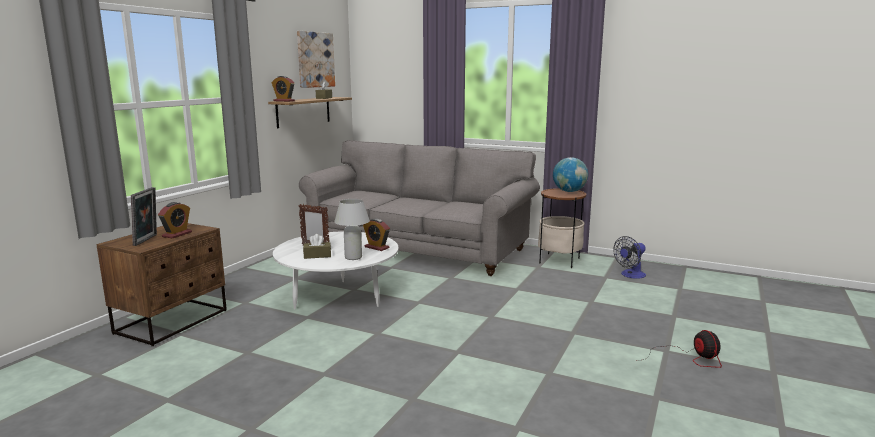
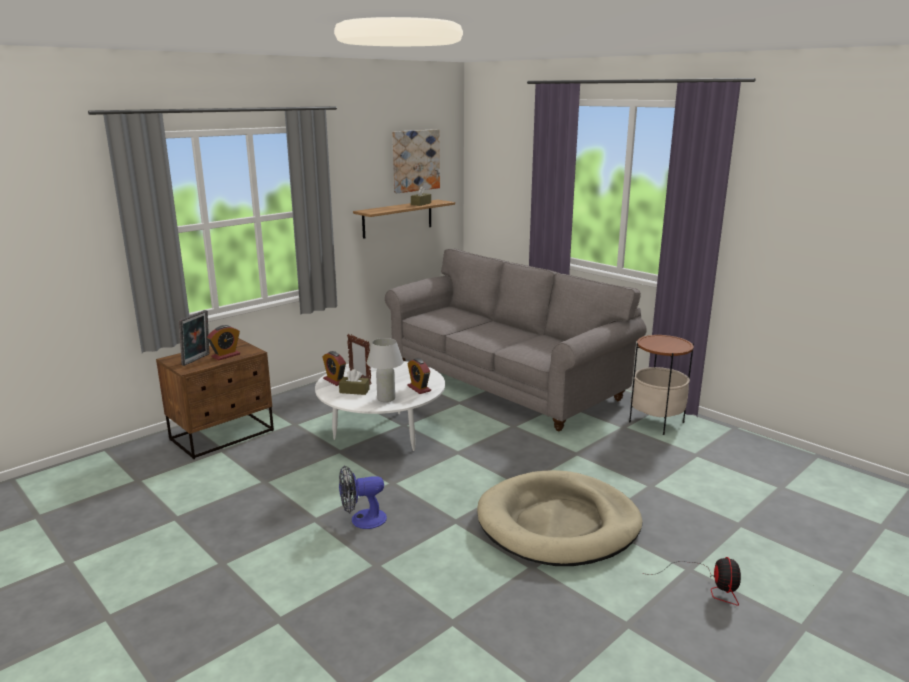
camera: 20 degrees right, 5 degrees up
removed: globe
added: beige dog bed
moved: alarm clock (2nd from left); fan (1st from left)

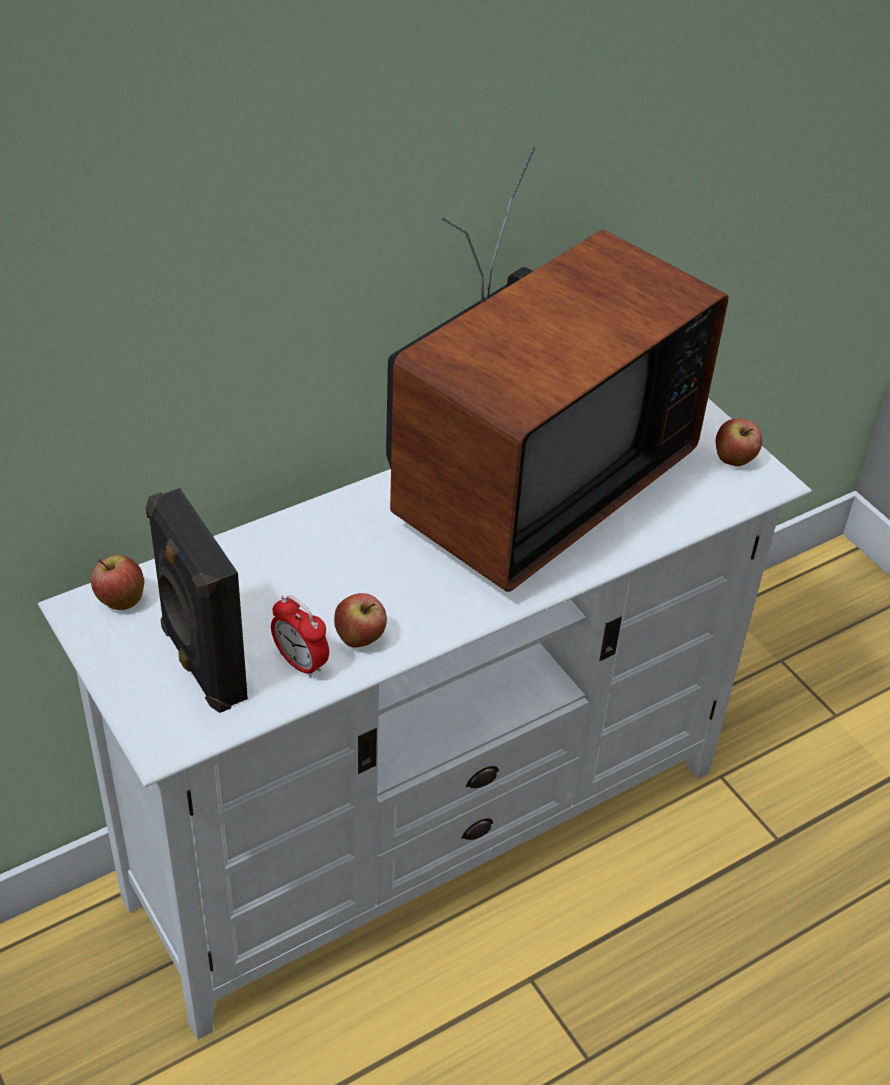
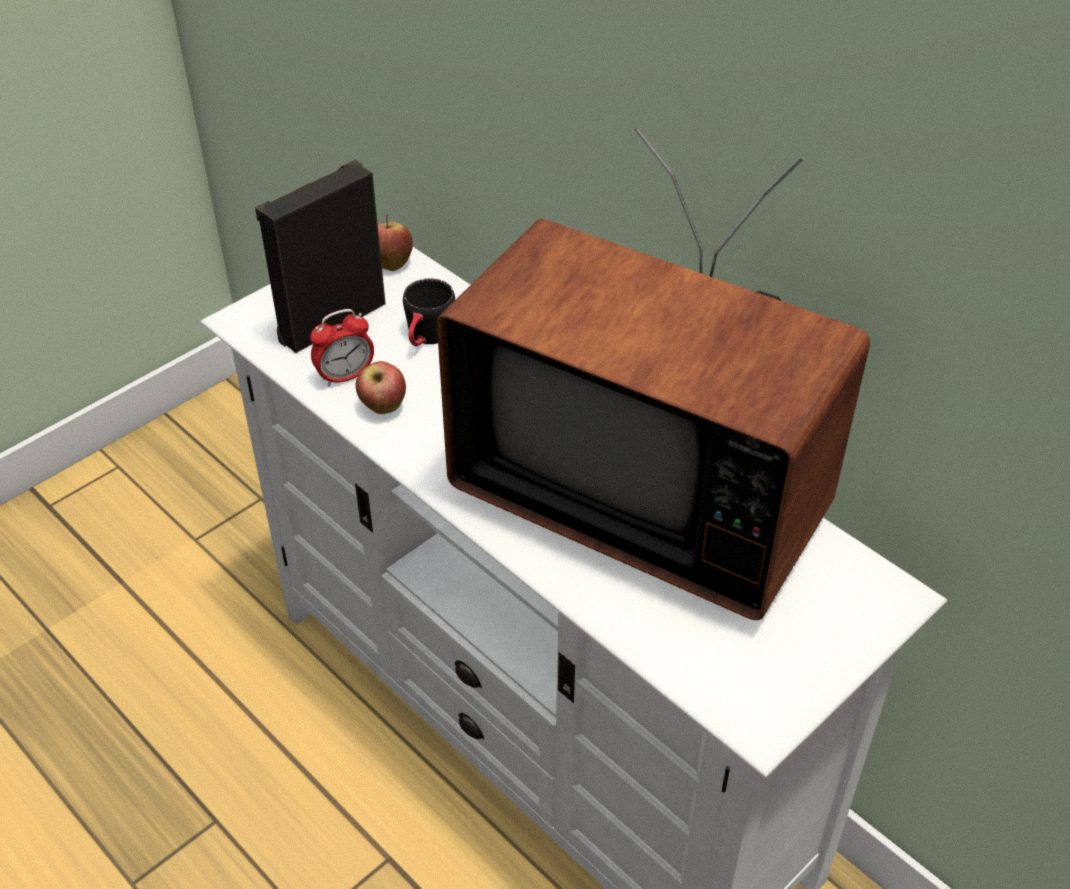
camera: 80 degrees right, 0 degrees up
removed: apple (3rd from left)
added: black mug
turned: alarm clock 150 degrees counterclockwise

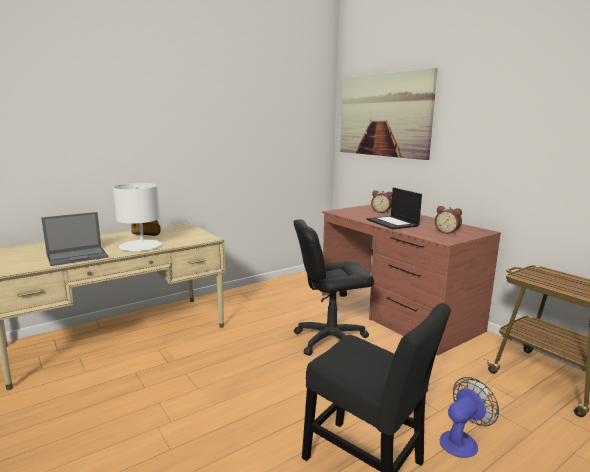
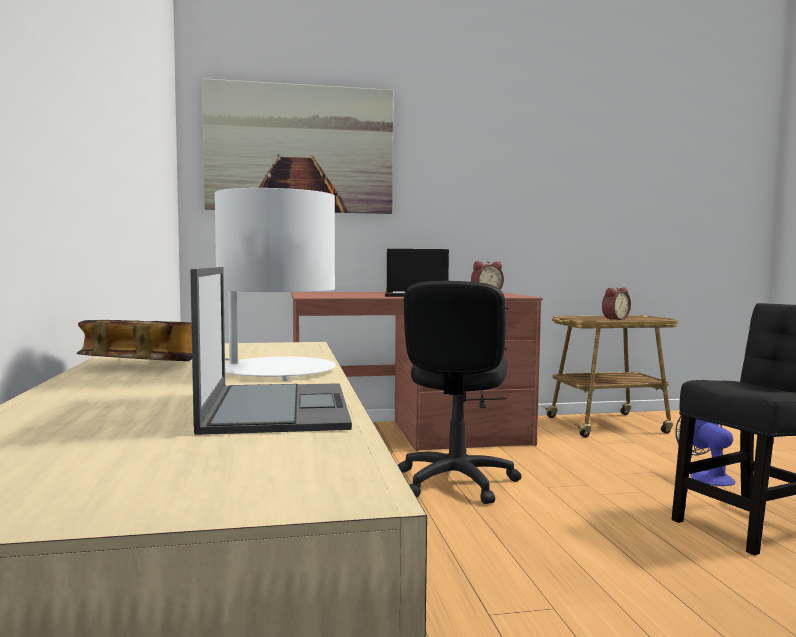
camera: 65 degrees left, 10 degrees down
moved: alarm clock (1st from left in the first image) to alarm clock (2nd from left)

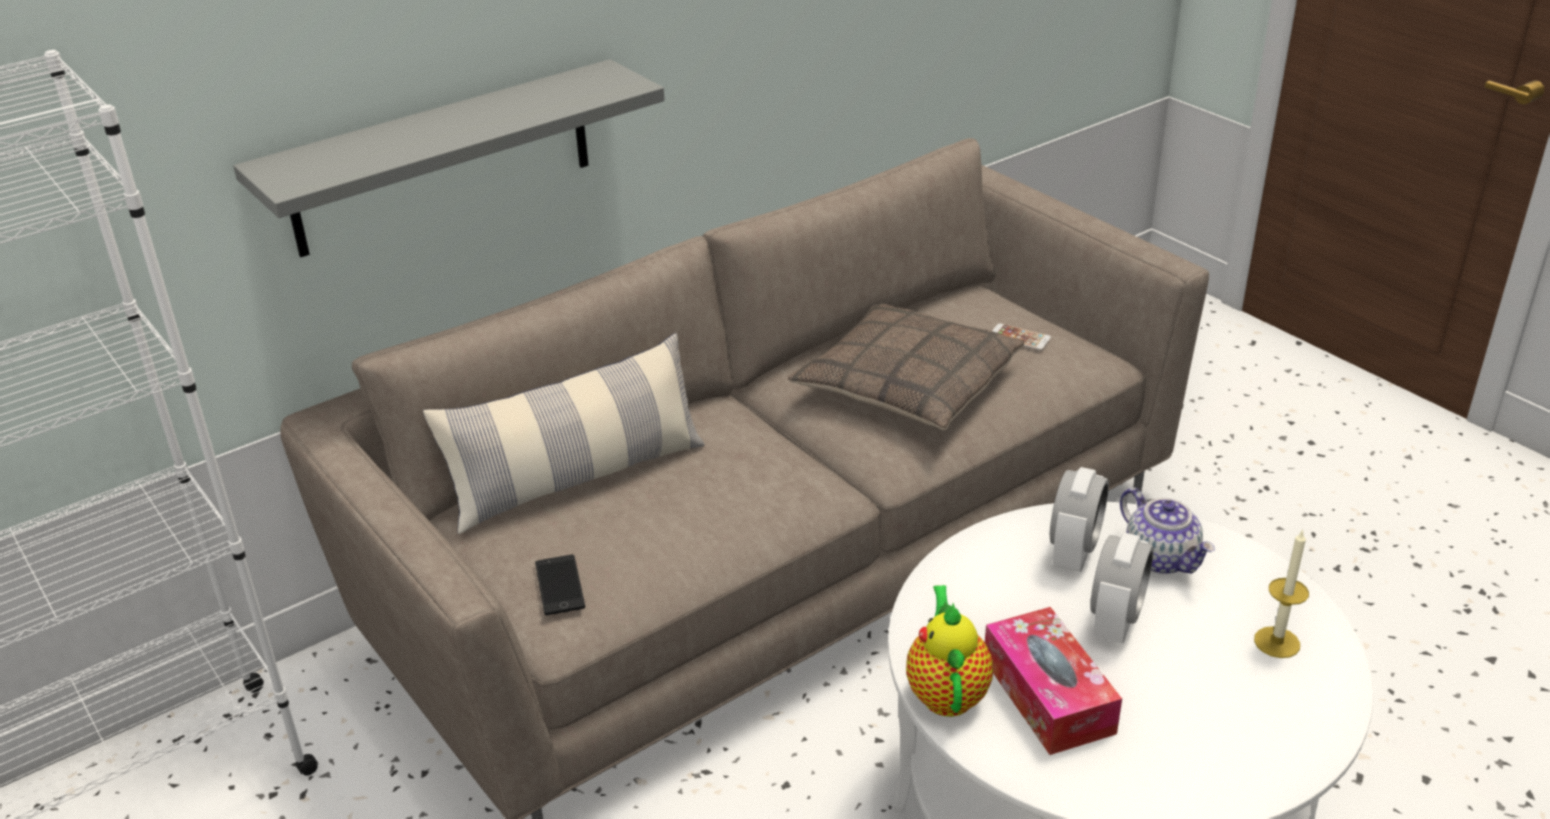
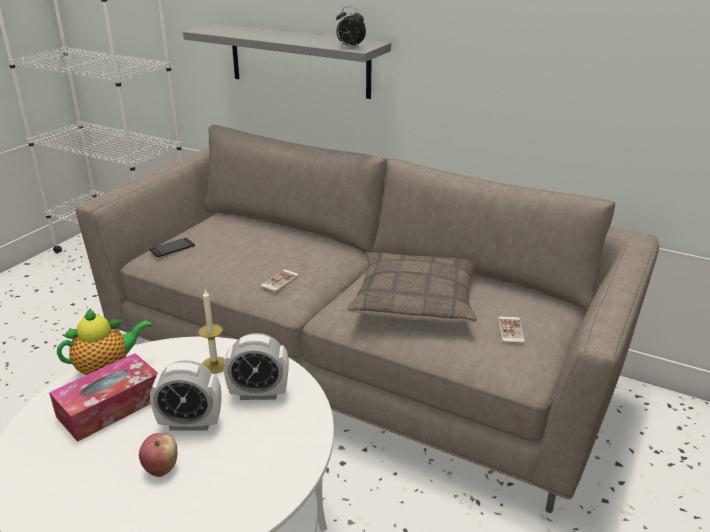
camera: 65 degrees right, 5 degrees down
removed: pillow (1st from left); teapot (2nd from left)
added: apple; phone (2nd from left); alarm clock (3rd from left)
moved: candle

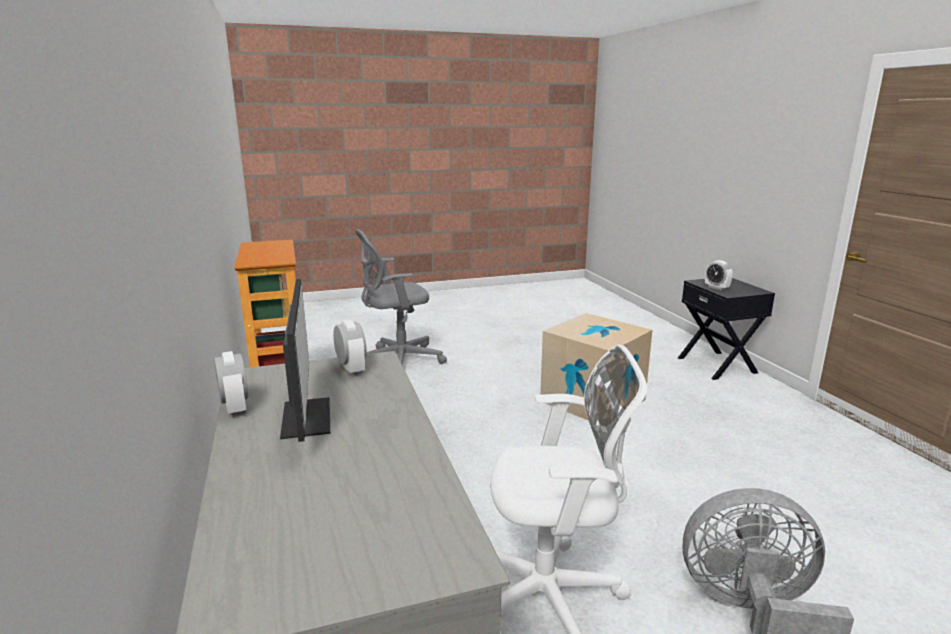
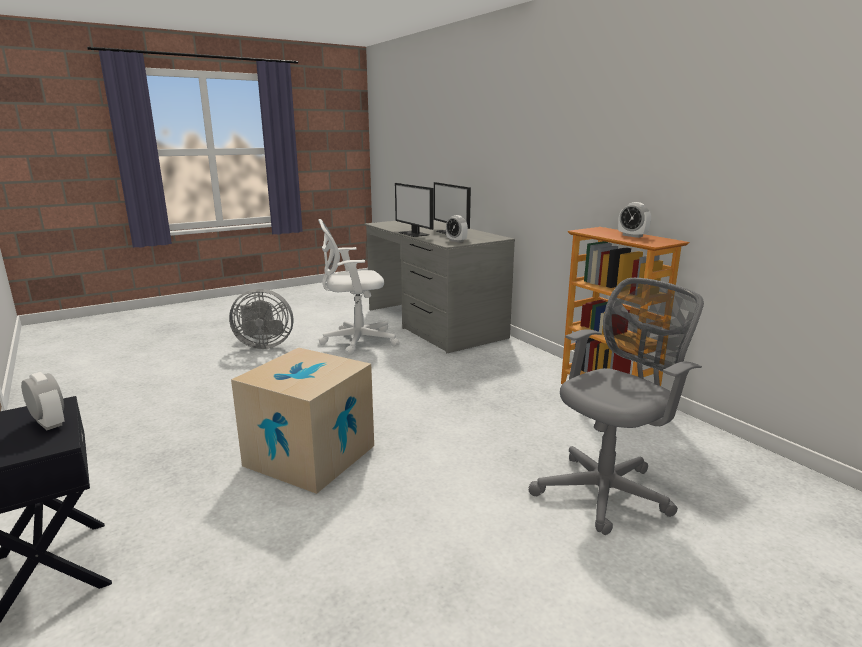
camera: 165 degrees right, 0 degrees up
added: monitor (1st from left)
moved: alarm clock (1st from left in the first image) to alarm clock (3rd from left)

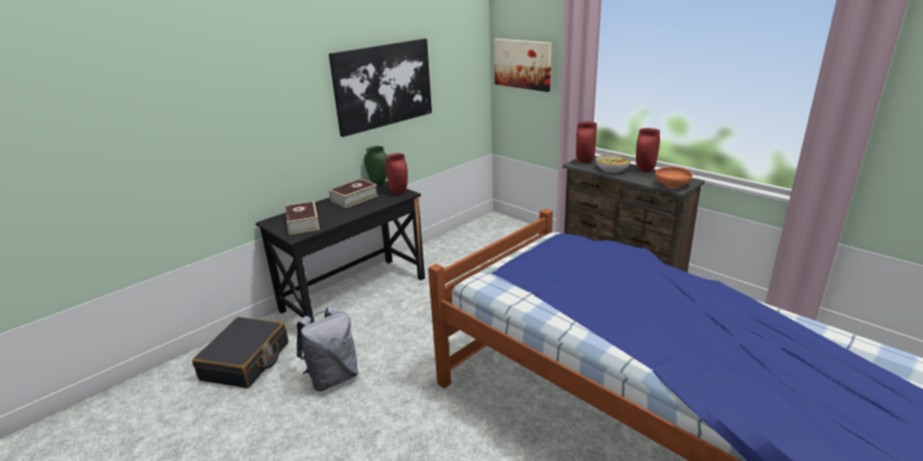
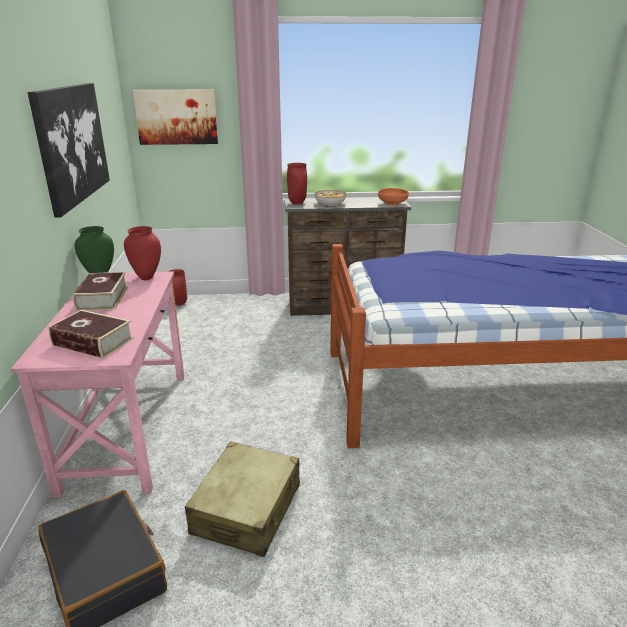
camera: 50 degrees left, 0 degrees up
moved: red vase (3rd from left in the first image) to red vase (2nd from left)
replaced: grey backpack to beige suitcase
recoloured: black desk to pink desk

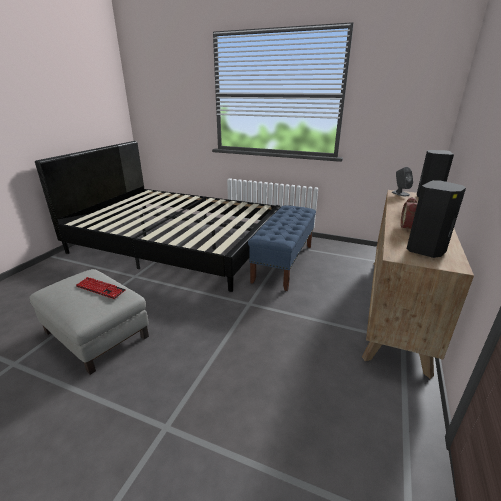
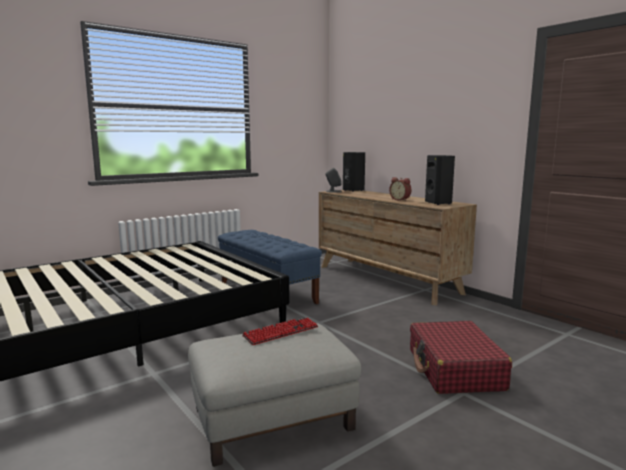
camera: 60 degrees left, 15 degrees down
added: red suitcase

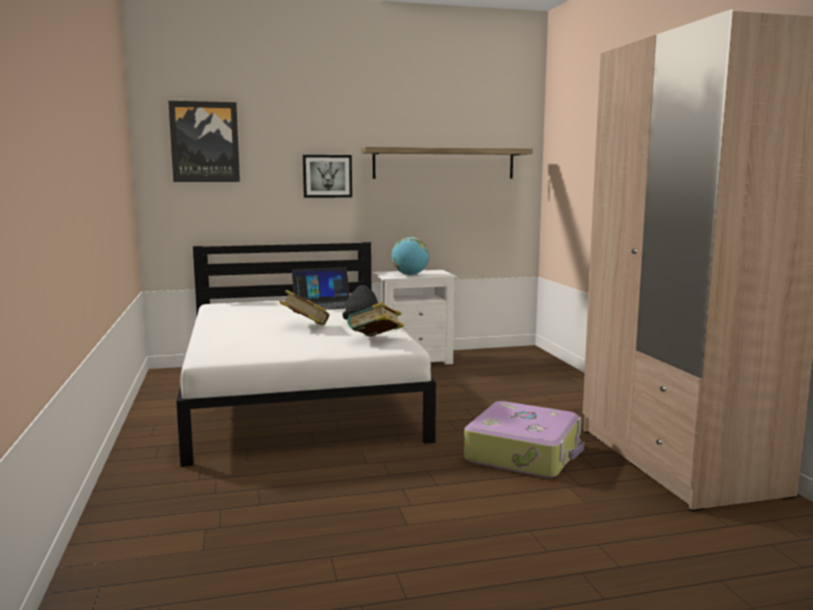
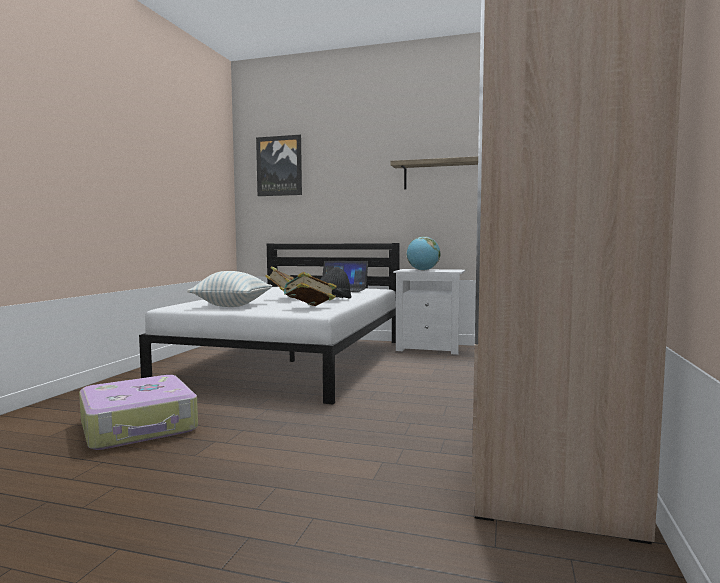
camera: 30 degrees right, 5 degrees down
removed: picture (2nd from left)
added: pillow
moved: suitcase

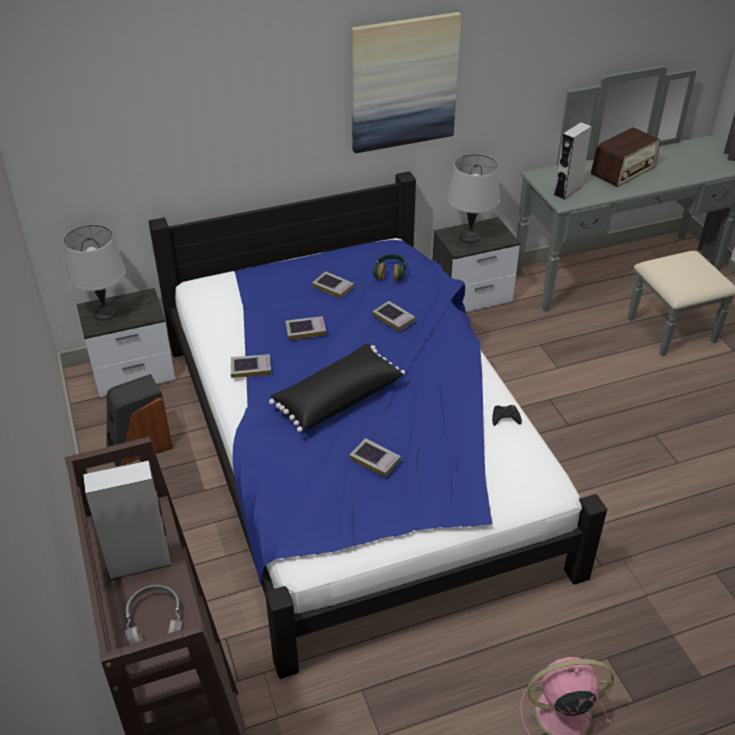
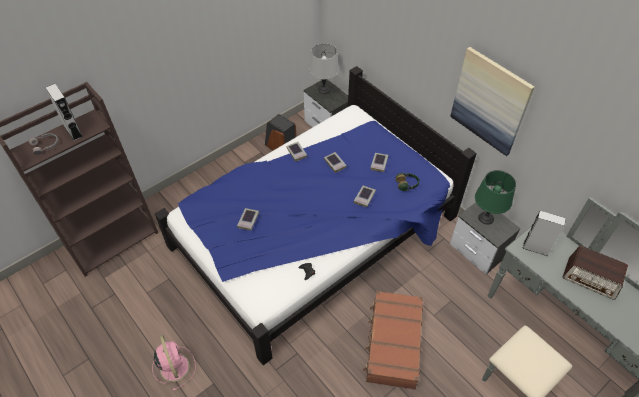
camera: 70 degrees right, 10 degrees up
removed: black pillow
added: brown suitcase
recoloured: grey table lamp (2nd from left) to green table lamp

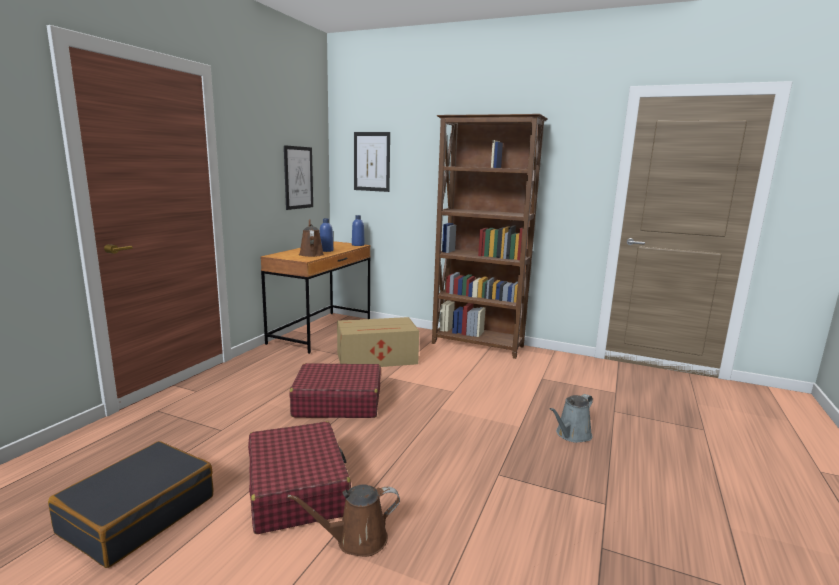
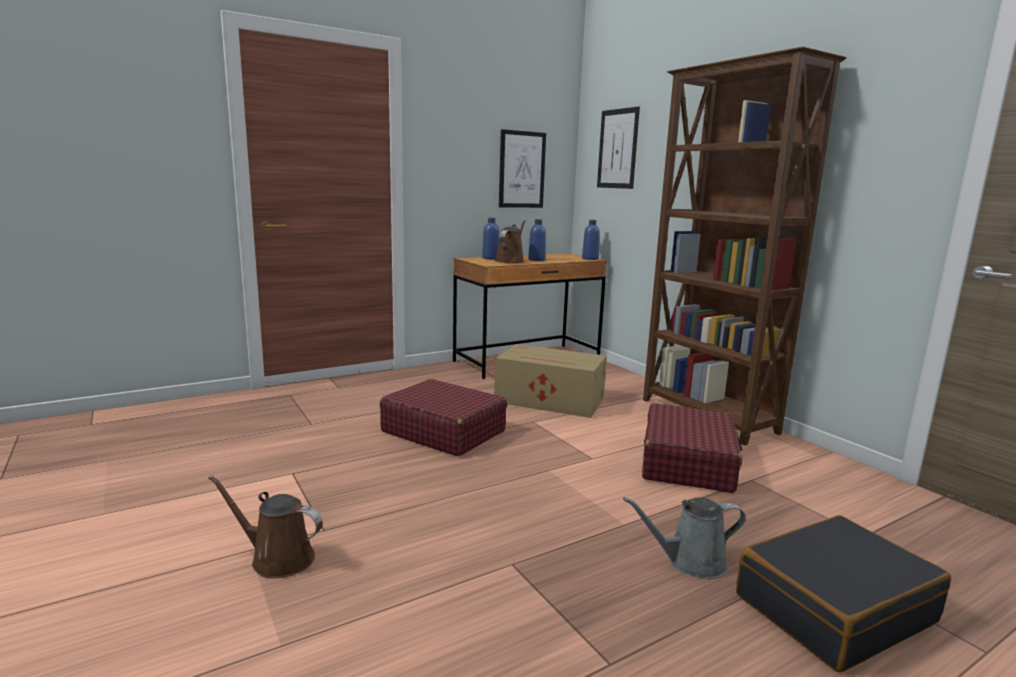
camera: 35 degrees right, 0 degrees up
added: blue bottle (1st from left)
moved: red suitcase (1st from left in the first image) to red suitcase (2nd from left); black suitcase

